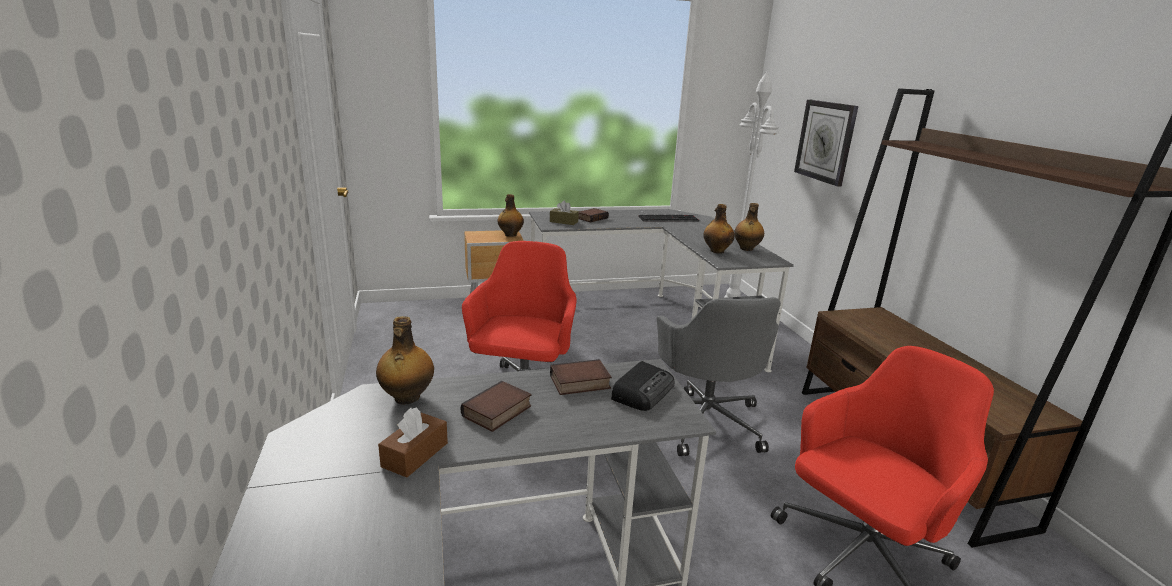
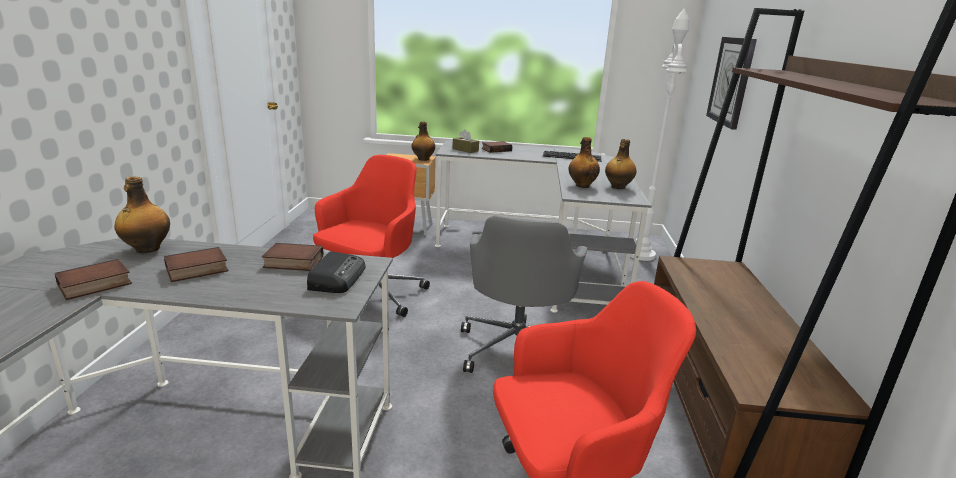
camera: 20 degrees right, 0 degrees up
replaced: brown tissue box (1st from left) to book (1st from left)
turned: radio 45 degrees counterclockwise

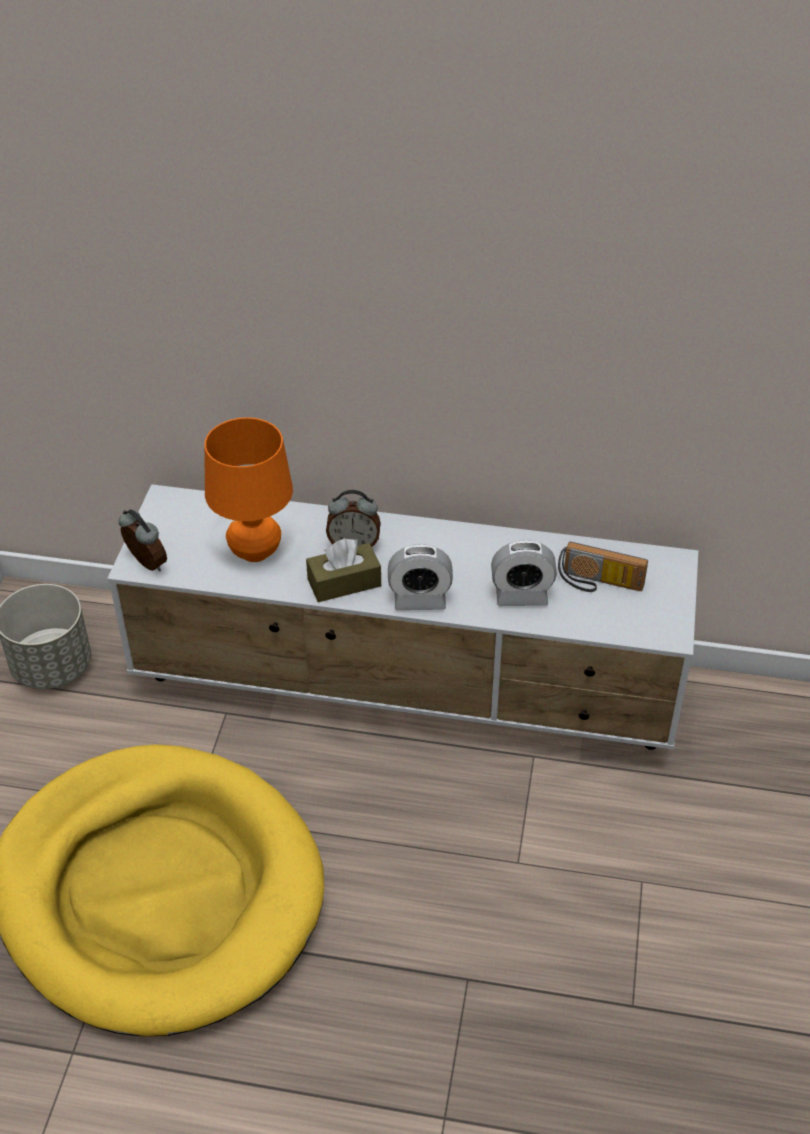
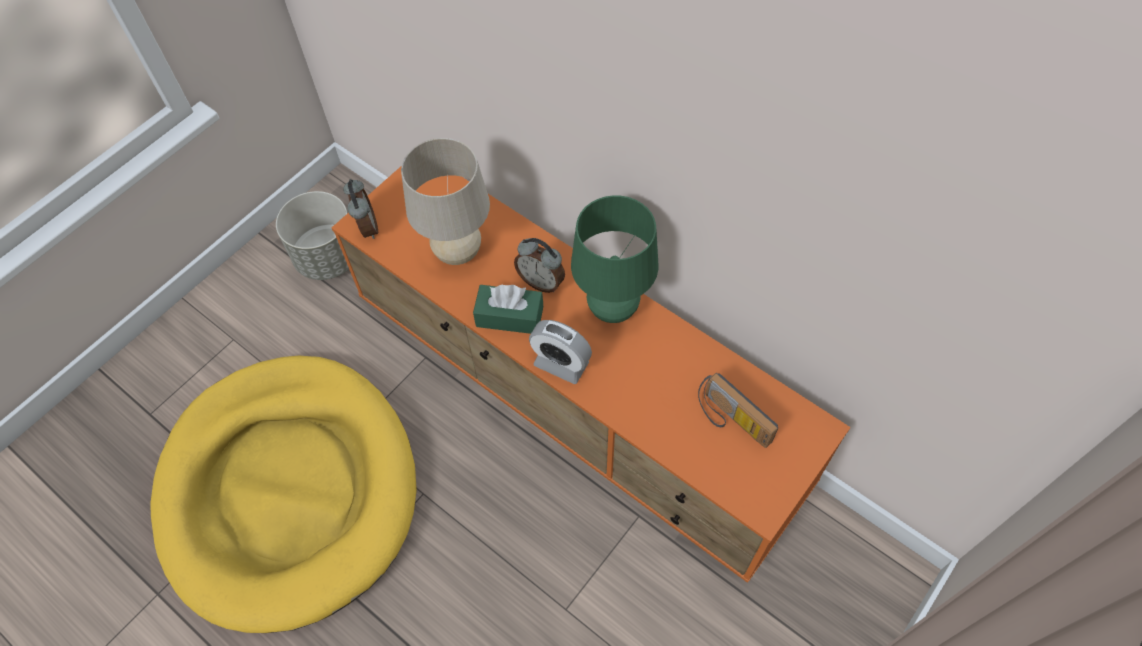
camera: 30 degrees right, 15 degrees up
removed: alarm clock (4th from left)
added: green table lamp
recoloured: white tv stand to orange tv stand; orange table lamp to beige table lamp; brown tissue box to green tissue box

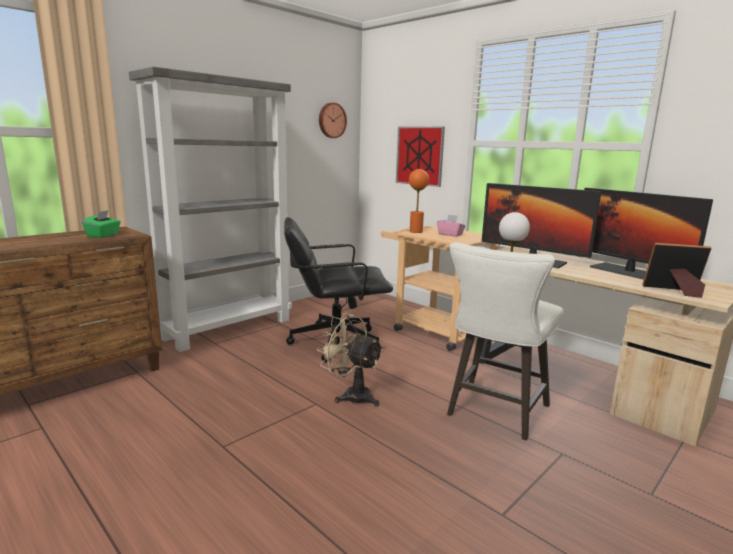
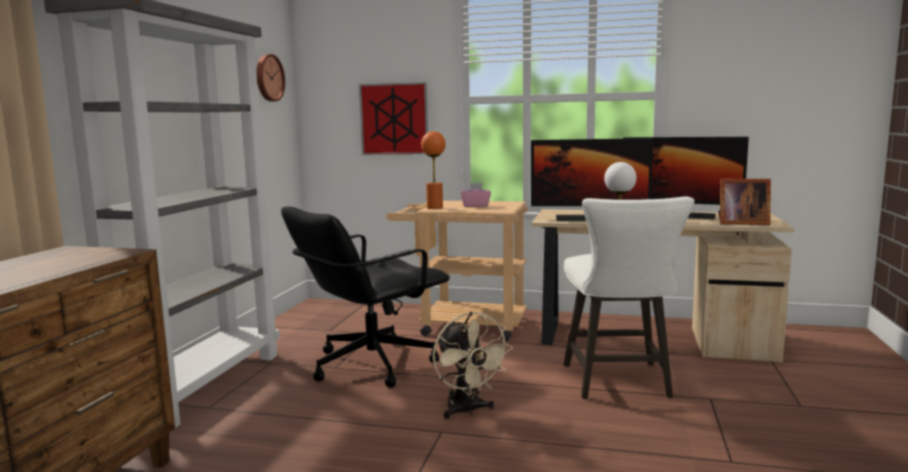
camera: 30 degrees left, 5 degrees down
removed: green tissue box
turned: beige fan 120 degrees counterclockwise; picture frame 150 degrees counterclockwise

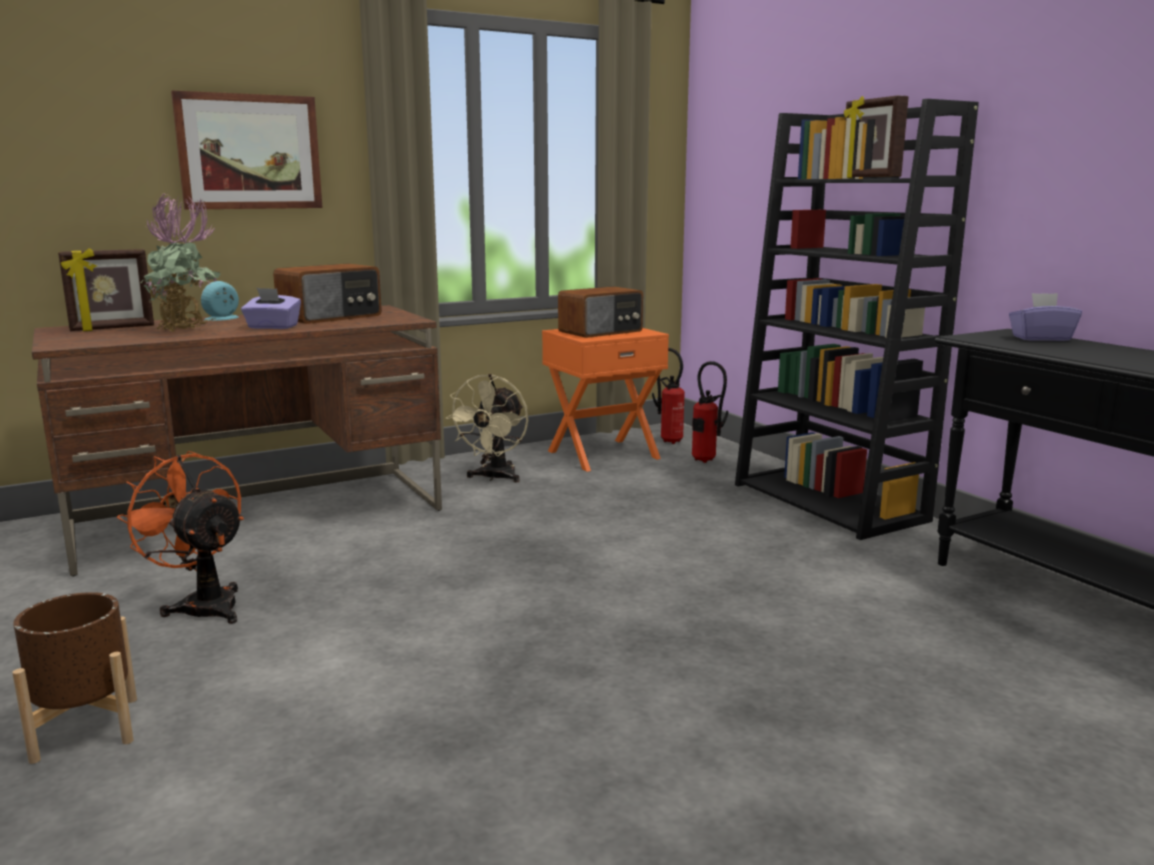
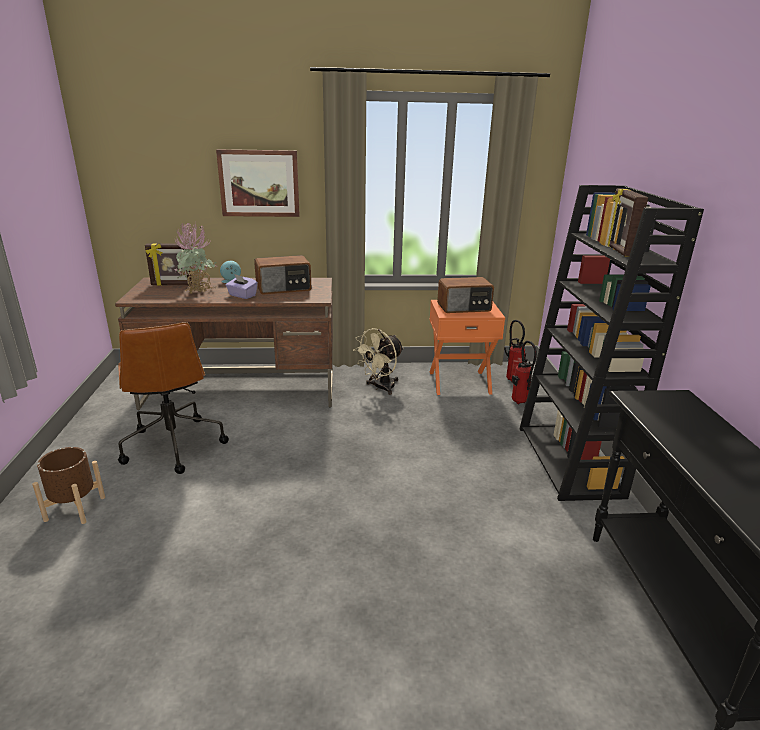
camera: 25 degrees right, 10 degrees up
removed: purple tissue box (2nd from left)
replaced: orange fan to brown office chair

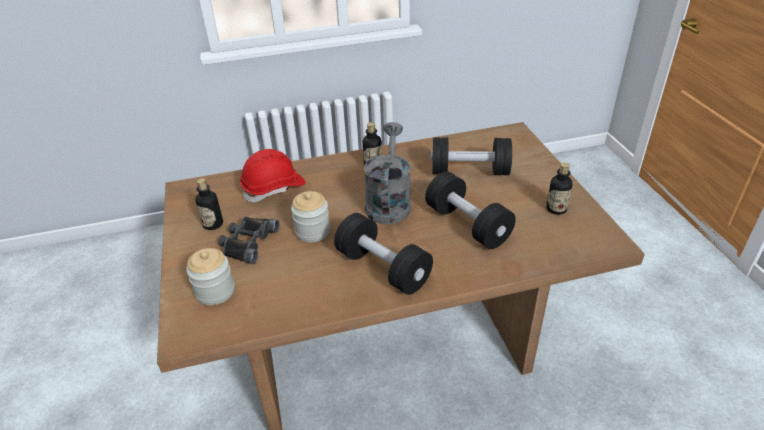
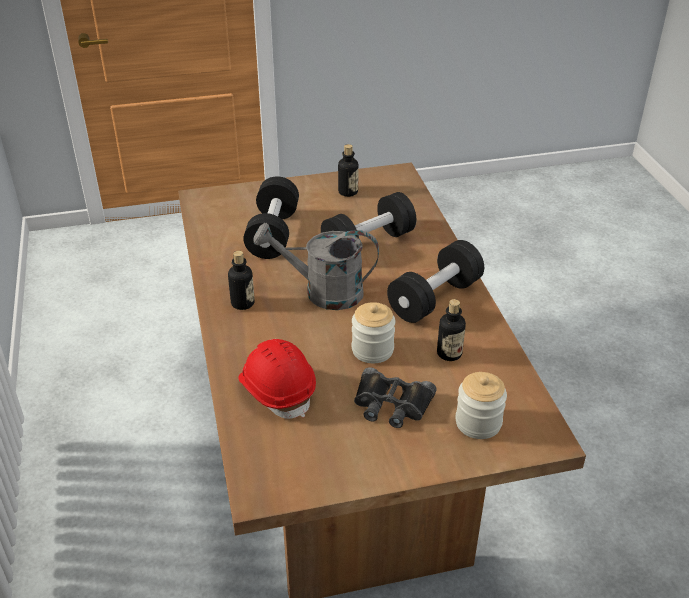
camera: 90 degrees left, 0 degrees up
moved: bottle (1st from left in the first image) to bottle (3rd from left)

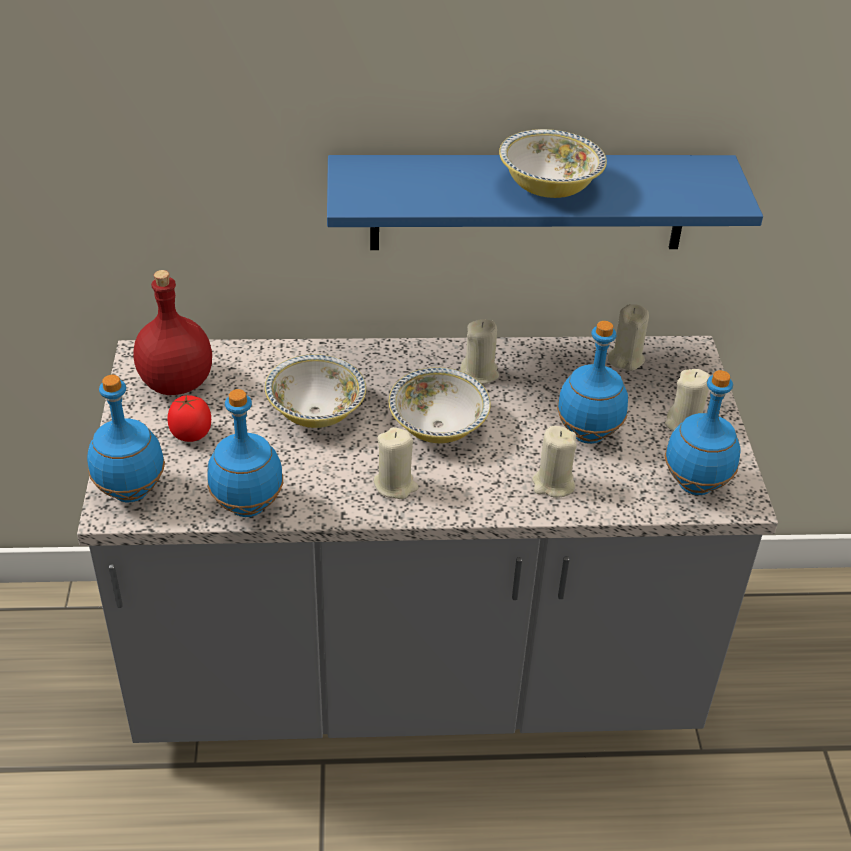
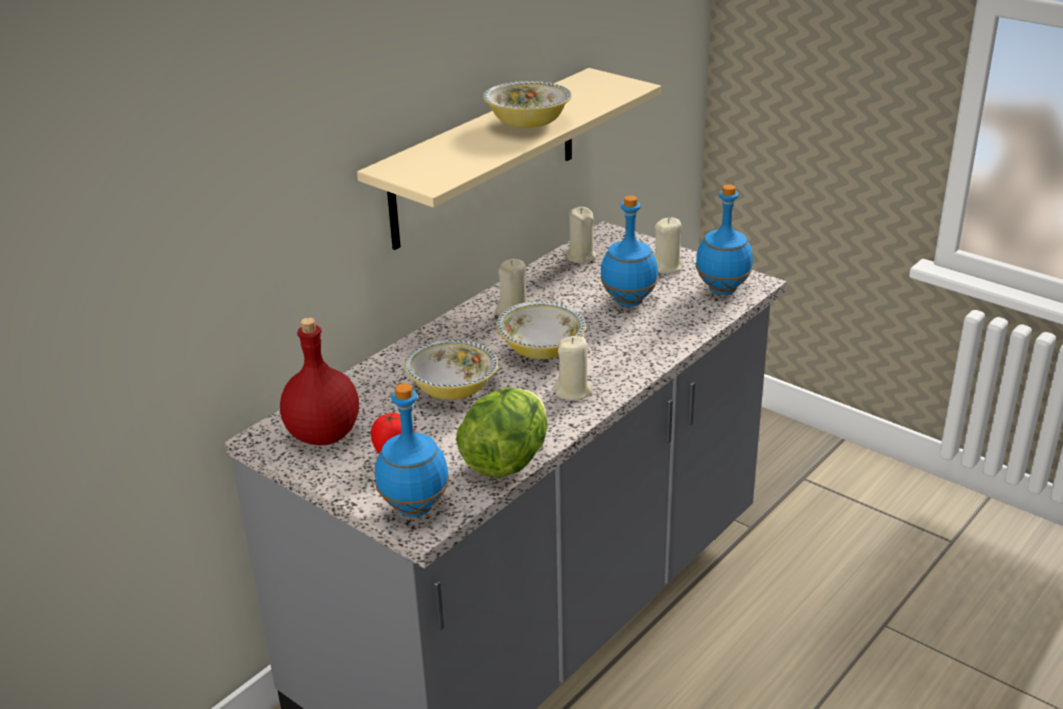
camera: 45 degrees left, 10 degrees down
removed: beige candle (3rd from left)
replaced: blue bottle (2nd from left) to lettuce
recoloured: blue shelf to beige shelf

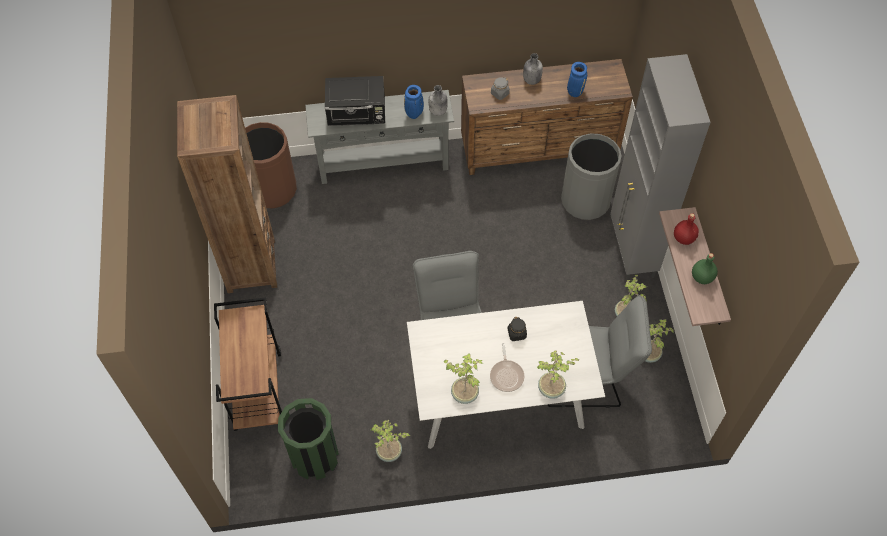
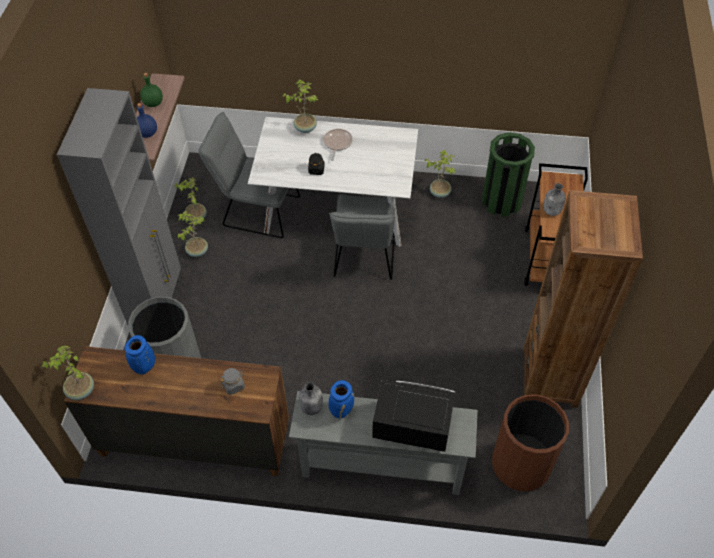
camera: 165 degrees left, 5 degrees down
moved: potted plant (2nd from left in the first image) to potted plant (1st from left); grey bottle (2nd from left)
recoloured: red bottle to blue bottle

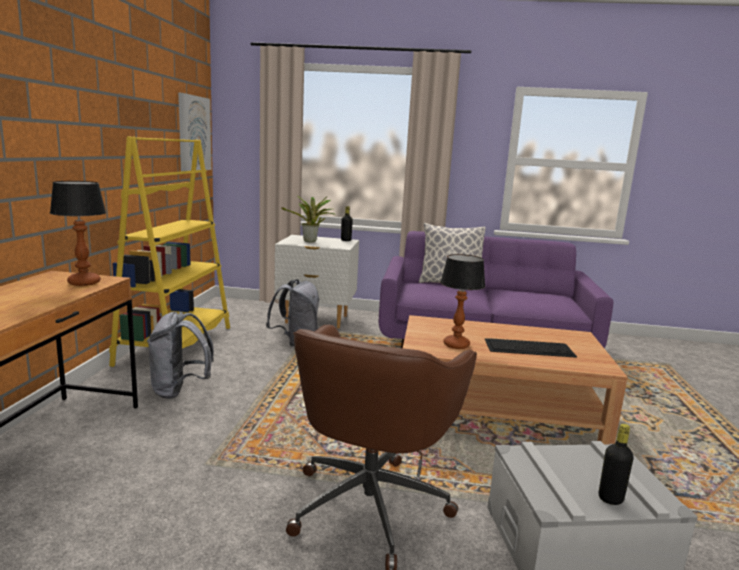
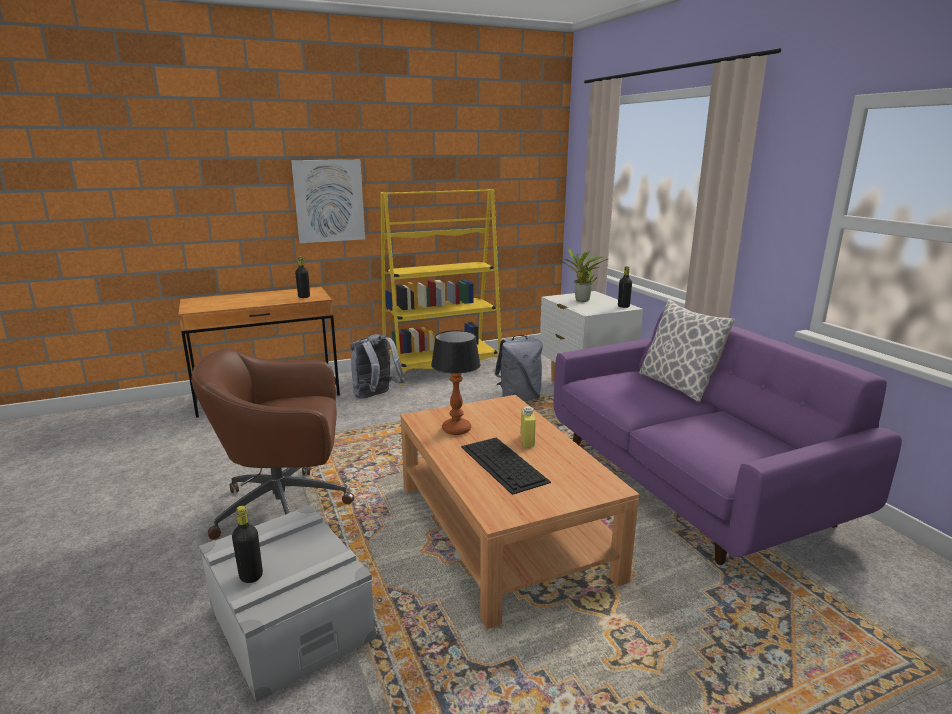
camera: 60 degrees right, 5 degrees up
added: yellow bottle
moved: picture
replaced: table lamp (1st from left) to black bottle (2nd from left)

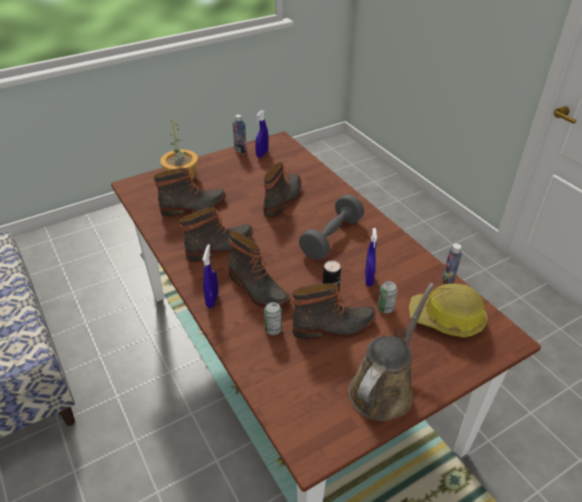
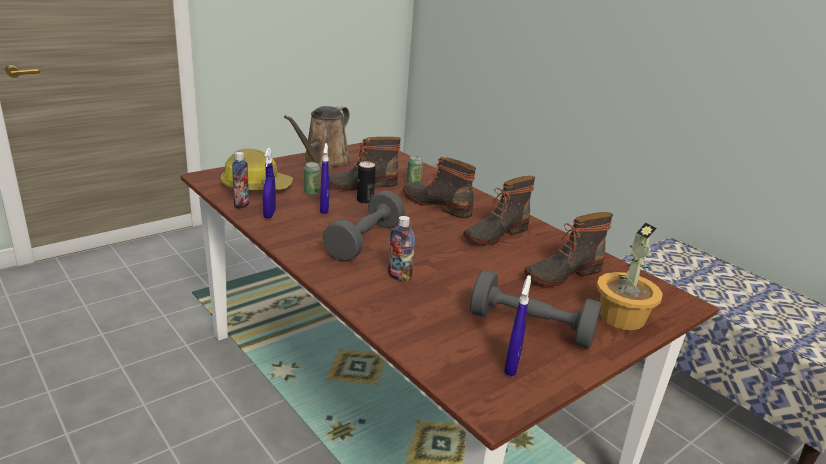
camera: 170 degrees right, 15 degrees down
removed: boot (4th from left)
added: grey dumbbell (2nd from left)
moved: blue spray bottle (1st from left); bottle (1st from left in the first image) to bottle (2nd from left)

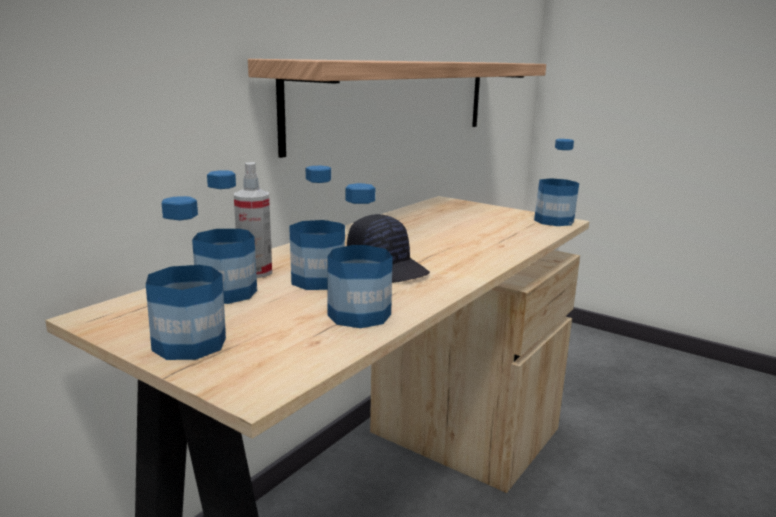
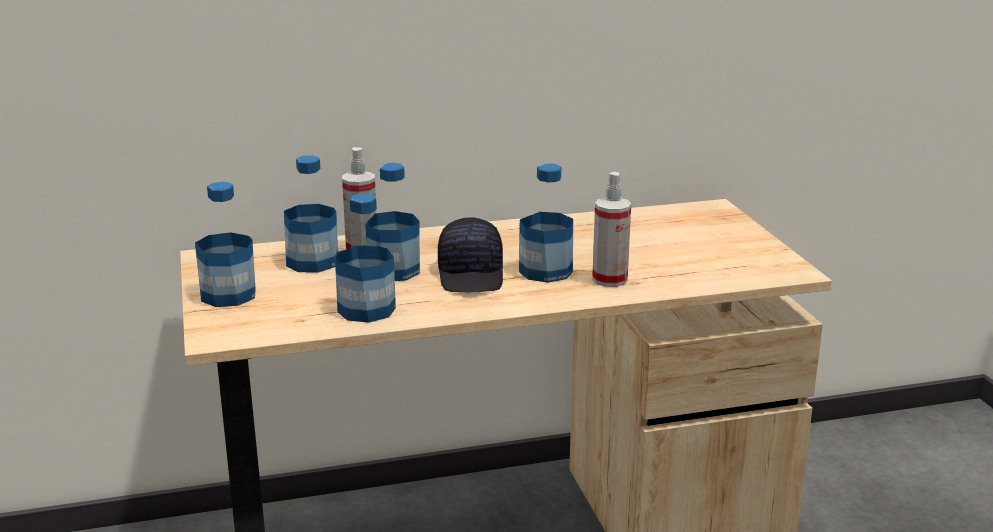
camera: 40 degrees right, 5 degrees up
removed: shelf
added: spray bottle (2nd from left)
moved: bottle (5th from left)

